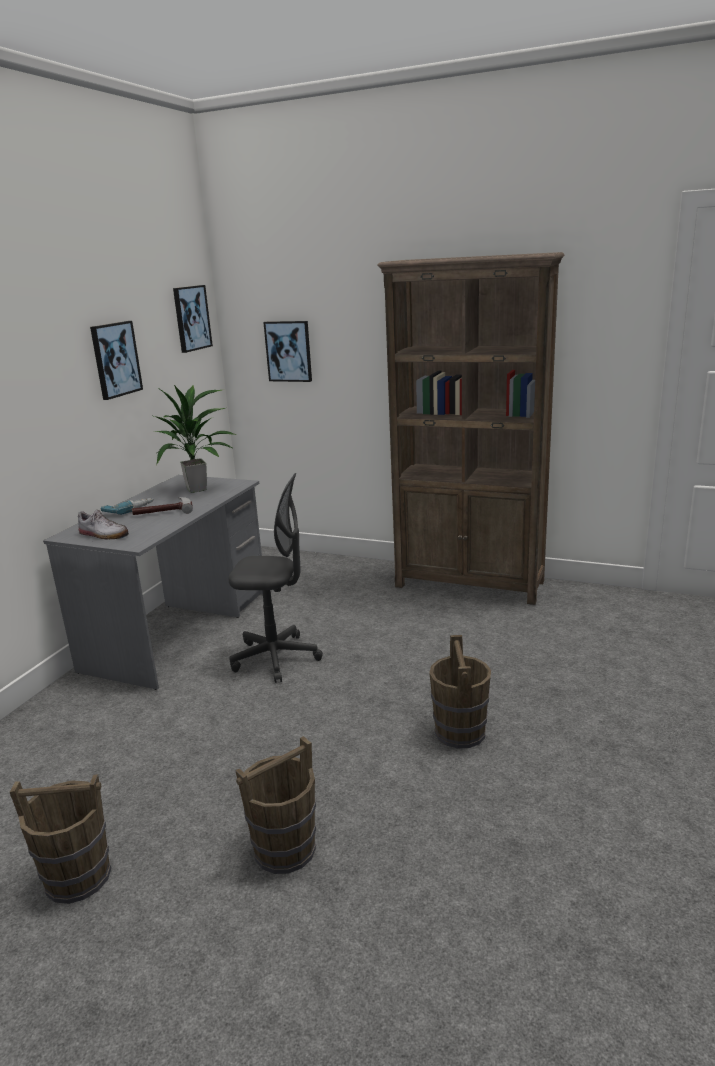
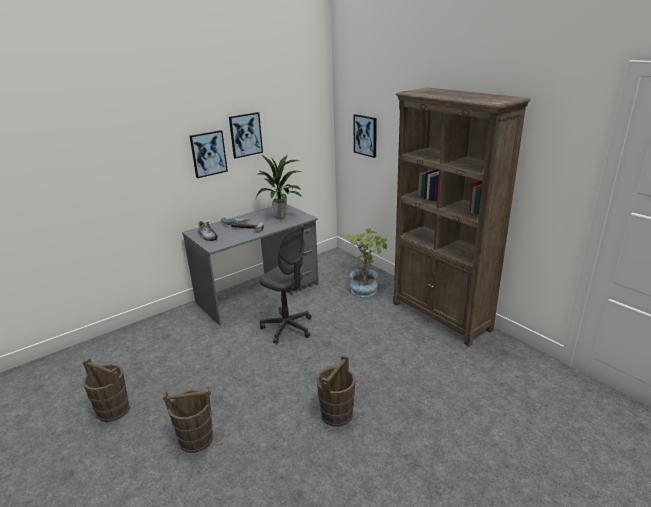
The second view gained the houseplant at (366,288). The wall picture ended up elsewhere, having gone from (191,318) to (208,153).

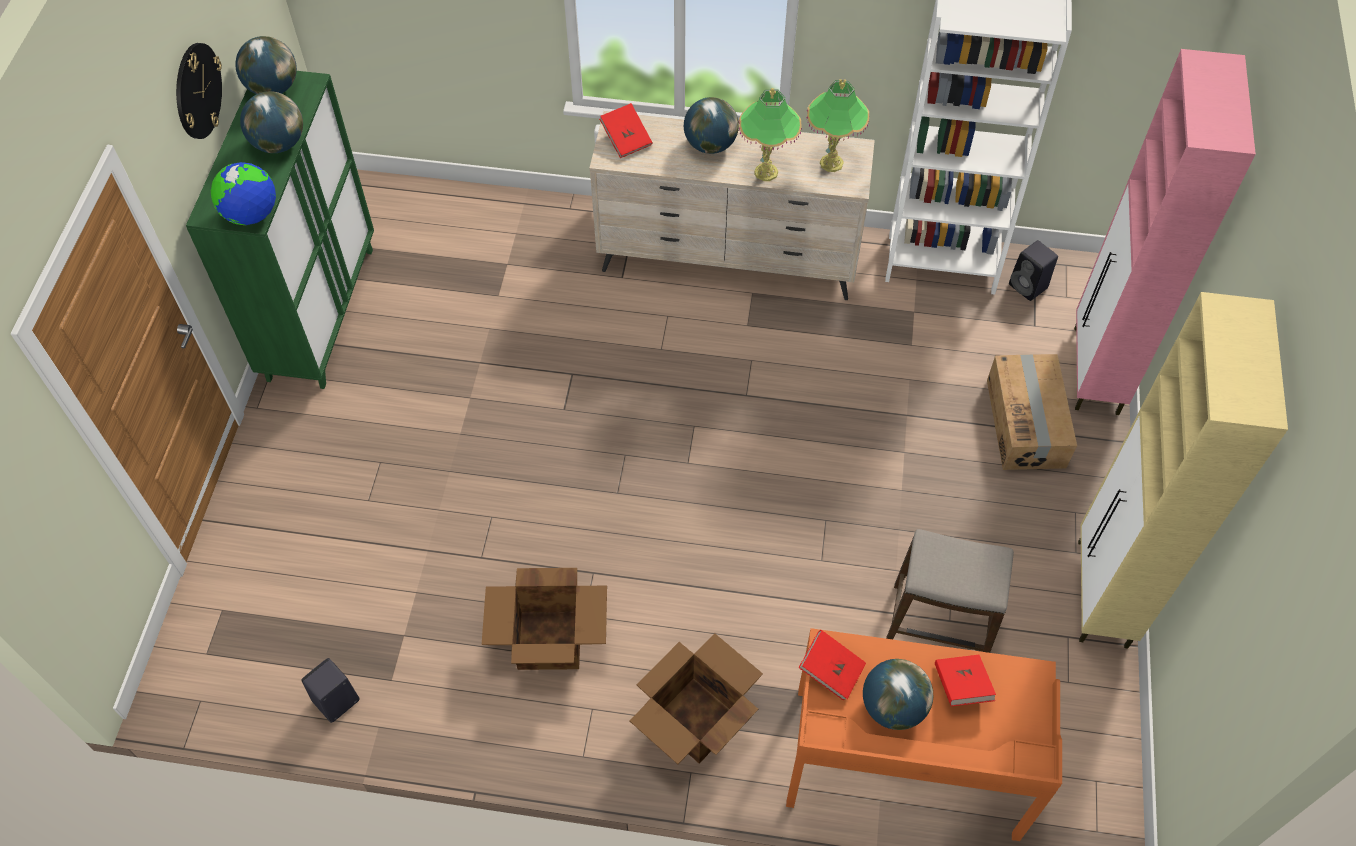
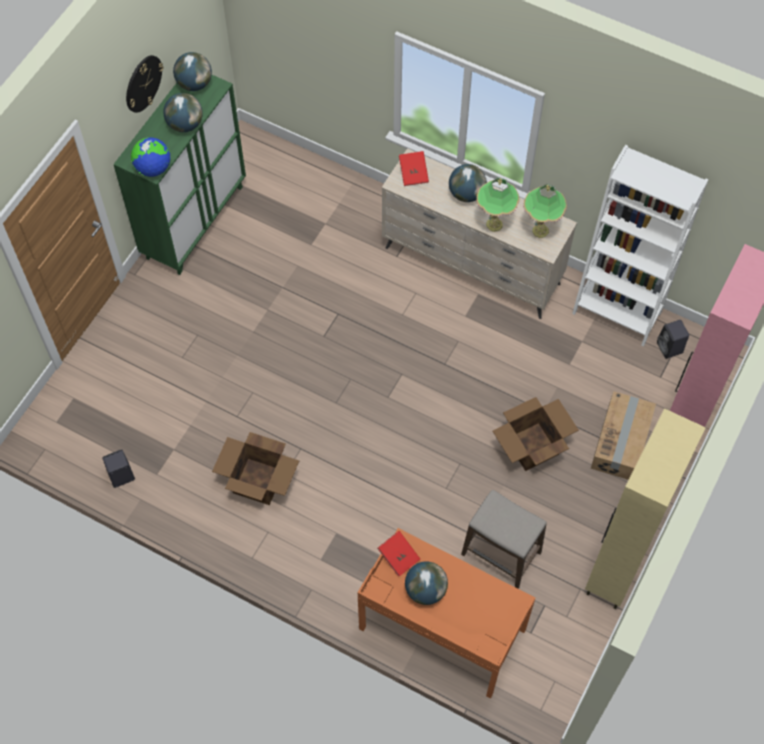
The second view lost the red-coloured volume at (961,686). The cardboard box ended up elsewhere, having gone from (695,720) to (531,446).

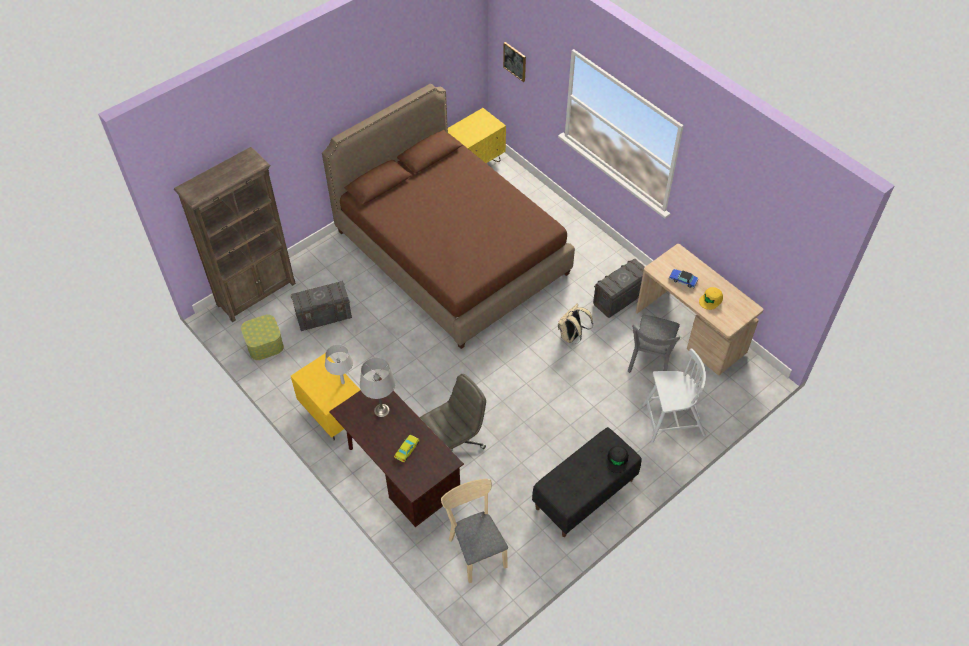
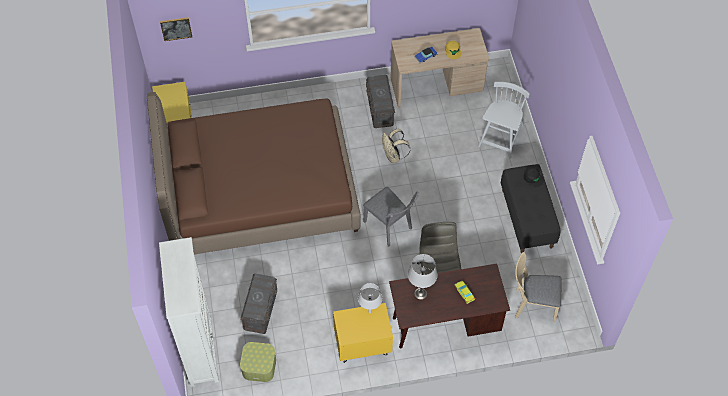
The grey upright chair ended up elsewhere, having gone from (650,362) to (390,227). What was the brown shelving unit at (257,294) turned into the white-coloured shelving unit at (201,350).

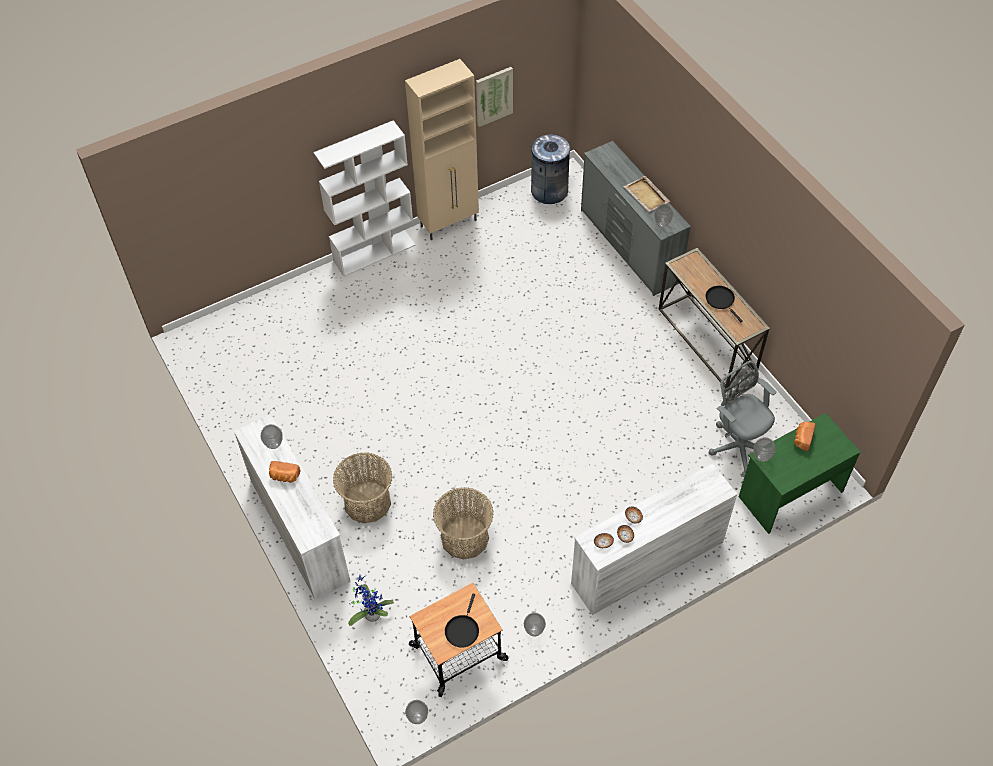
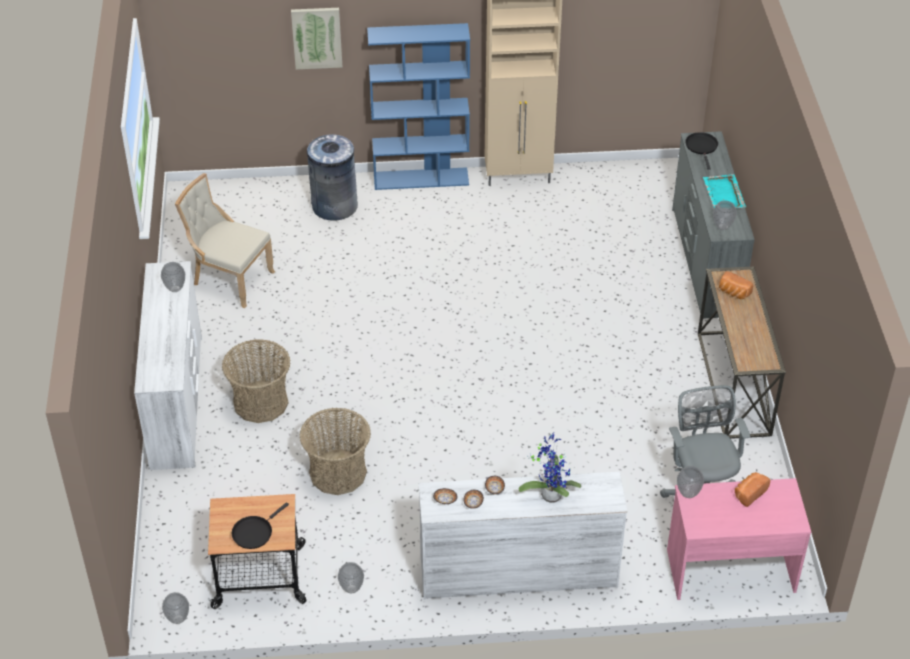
The second view gained the sand-coloured upright chair at (229,279). The bread ended up elsewhere, having gone from (284,477) to (733,293). The houseplant ended up elsewhere, having gone from (371,613) to (550,493). The wall picture ended up elsewhere, having gone from (494,96) to (317,37). The grey rubbish bin ended up elsewhere, having gone from (549,191) to (334,206). The black-coloured frying pan ended up elsewhere, having gone from (721,300) to (702,147). What was the white-coloured shelving unit at (374,253) turned into the bluish shelving unit at (421,178). What was the sand-coloured carrying tray at (646,195) turned into the turquoise-coloured carrying tray at (724,194). What was the green-coloured desk table at (789,493) turned into the pink-coloured desk table at (730,569).

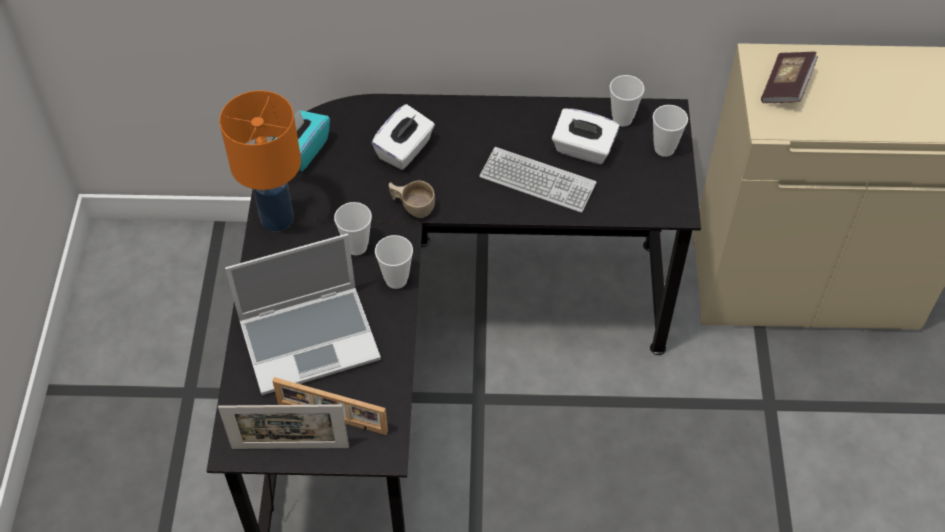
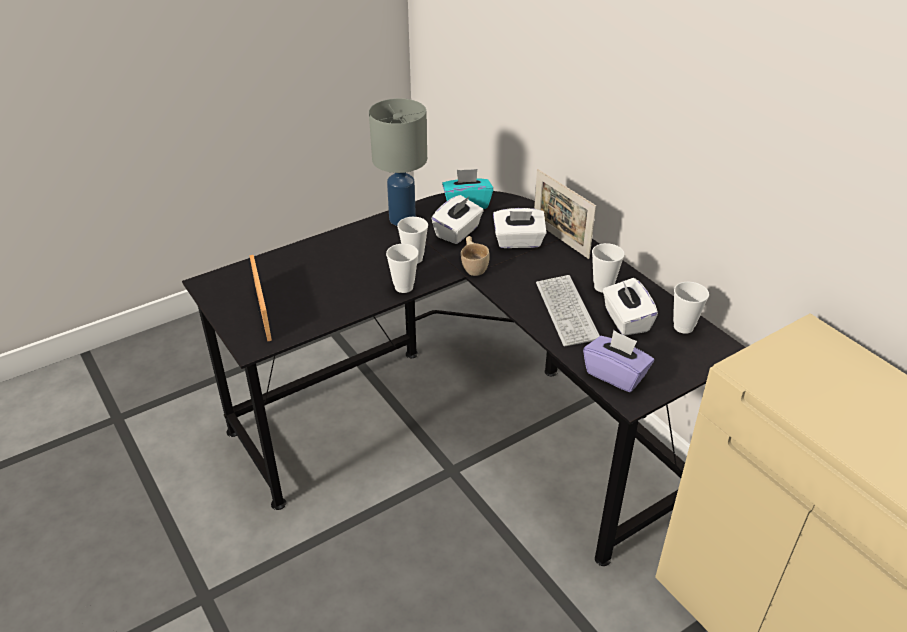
The second view lost the notebook computer at (311,339). The second view lost the volume at (786,87). The second view gained the white-coloured tissue box at (458,232). The second view gained the purplish tissue box at (615,374). The photo frame ended up elsewhere, having gone from (290,447) to (560,239). The drinking cup ended up elsewhere, having gone from (664,149) to (603,287). What was the orange tabletop lamp at (276,217) turned into the grey tabletop lamp at (402,218).

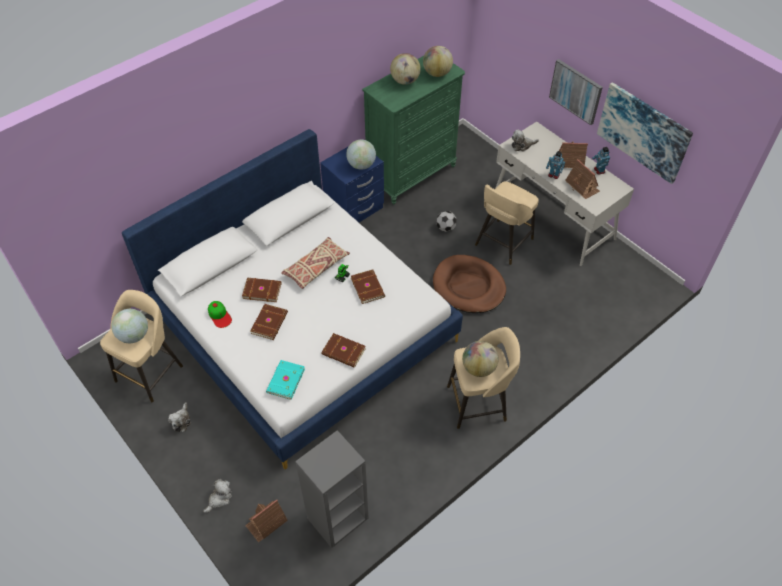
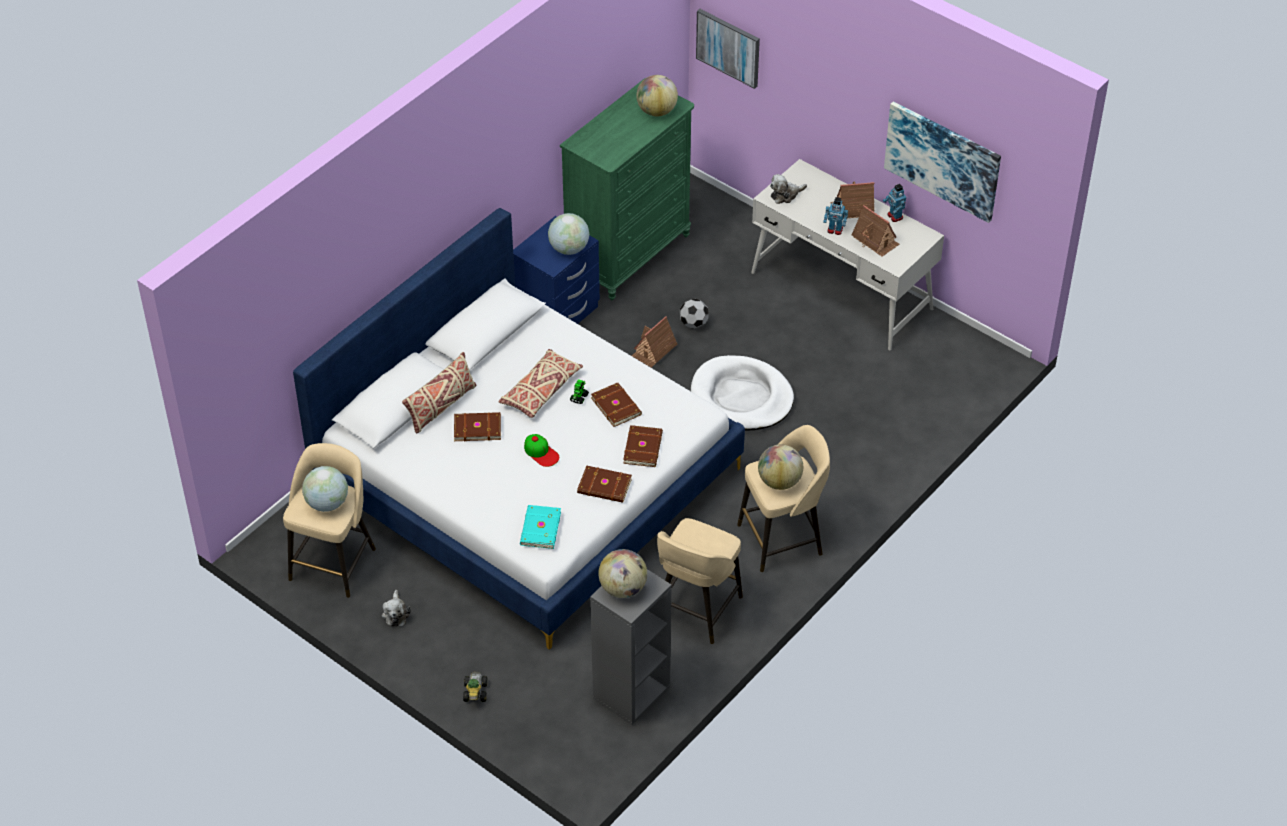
The second view gained the sand-coloured cushion at (441,407). The peaked cap ended up elsewhere, having gone from (219,315) to (541,452). The toy house ended up elsewhere, having gone from (266,522) to (654,350). The brown volume ended up elsewhere, having gone from (270,323) to (644,448). The world globe ended up elsewhere, having gone from (405,81) to (623,588). The sand-coloured stool ended up elsewhere, having gone from (502,243) to (696,610). The wall picture ended up elsewhere, having gone from (576,91) to (728,47). Where the soft toy stood at (219,499), the miniature car came to stand at (474,693). What was the brown dog bed at (468,286) turned into the white-coloured dog bed at (741,397).

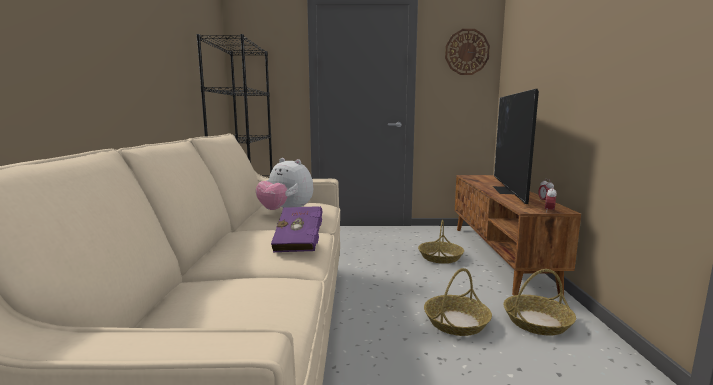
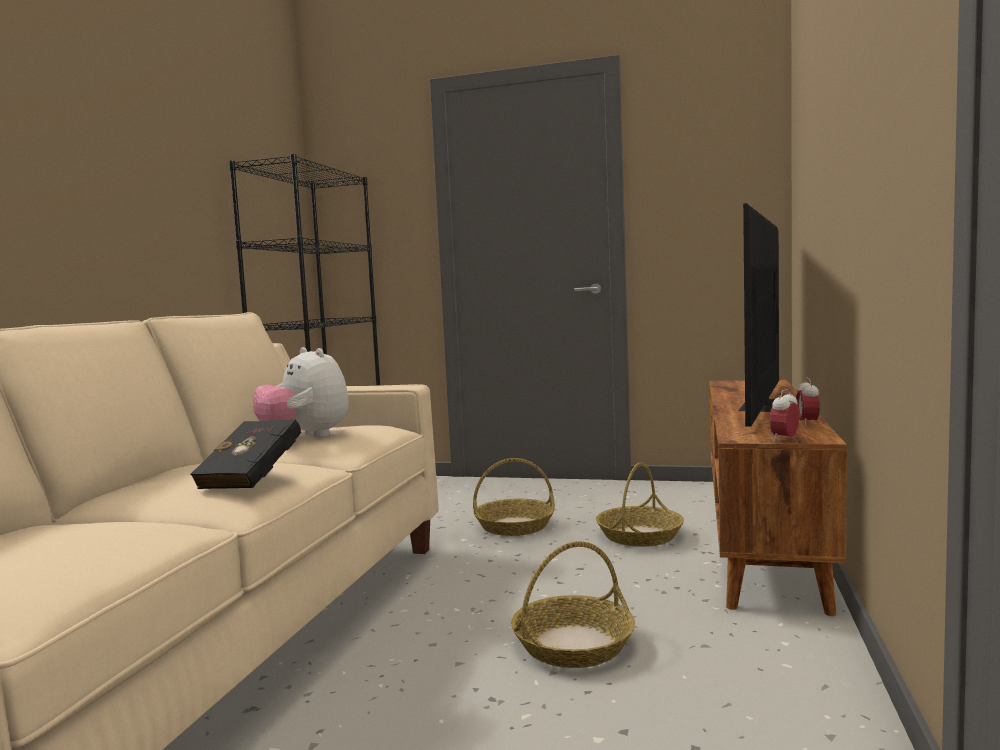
The second view lost the hanging clock at (467,52). The basket ended up elsewhere, having gone from (537,322) to (514,526). What was the purplish volume at (300,243) turned into the black-coloured volume at (255,478).

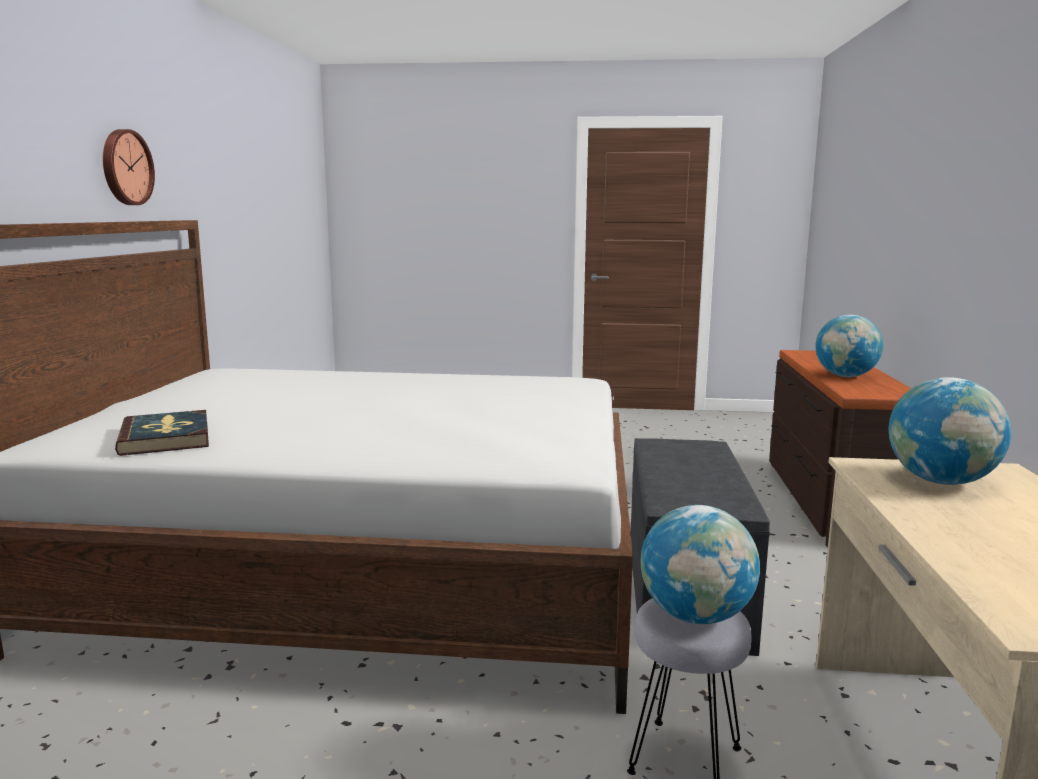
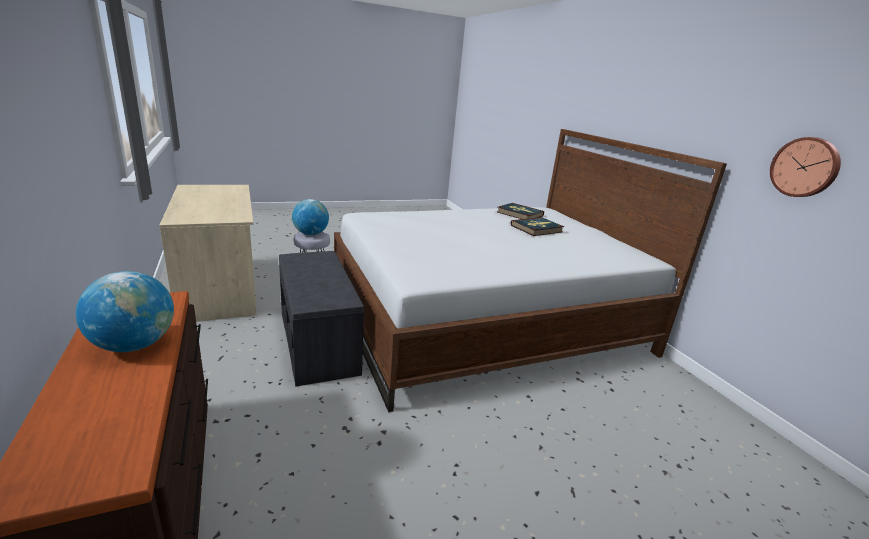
The second view lost the world globe at (941,481). The second view gained the volume at (537,229). The hanging clock ended up elsewhere, having gone from (125,167) to (805,167).

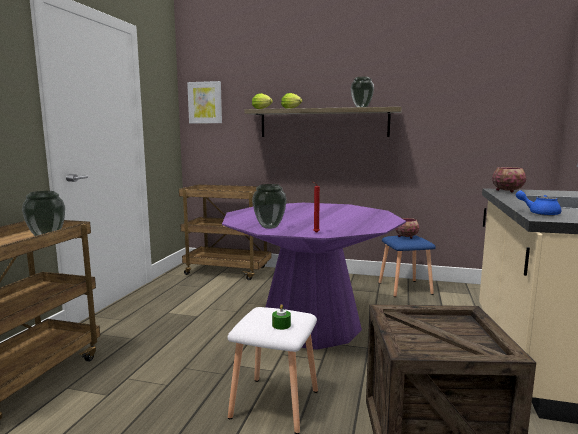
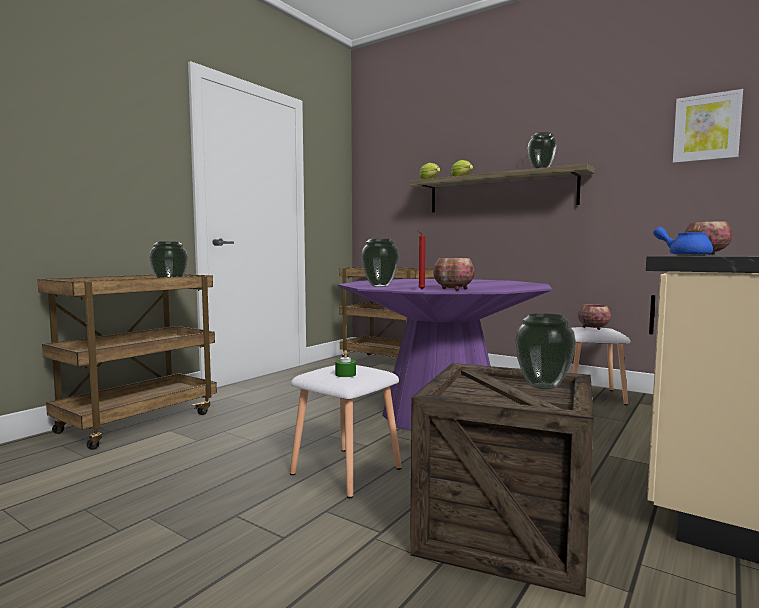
The second view gained the bowl at (454,289). The second view gained the vase at (544,386). The wall picture ended up elsewhere, having gone from (205,102) to (706,127). What was the bluish stool at (405,288) turned into the white-coloured stool at (593,396).

